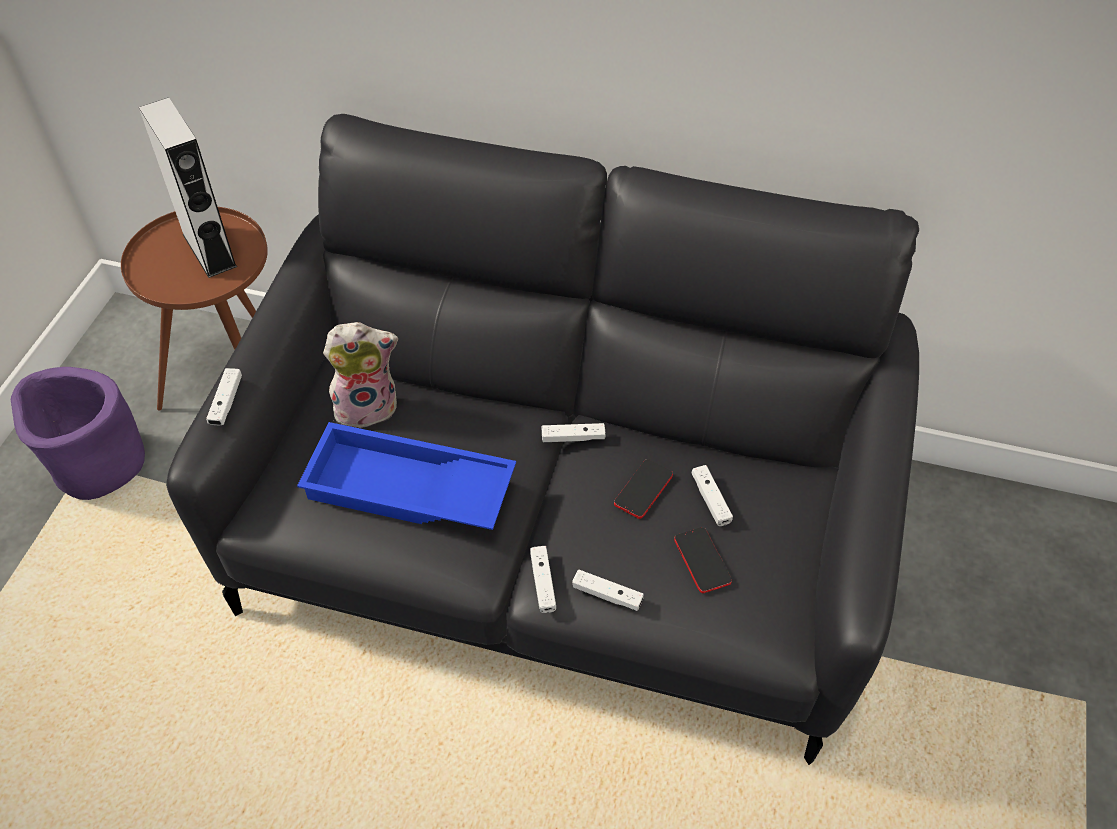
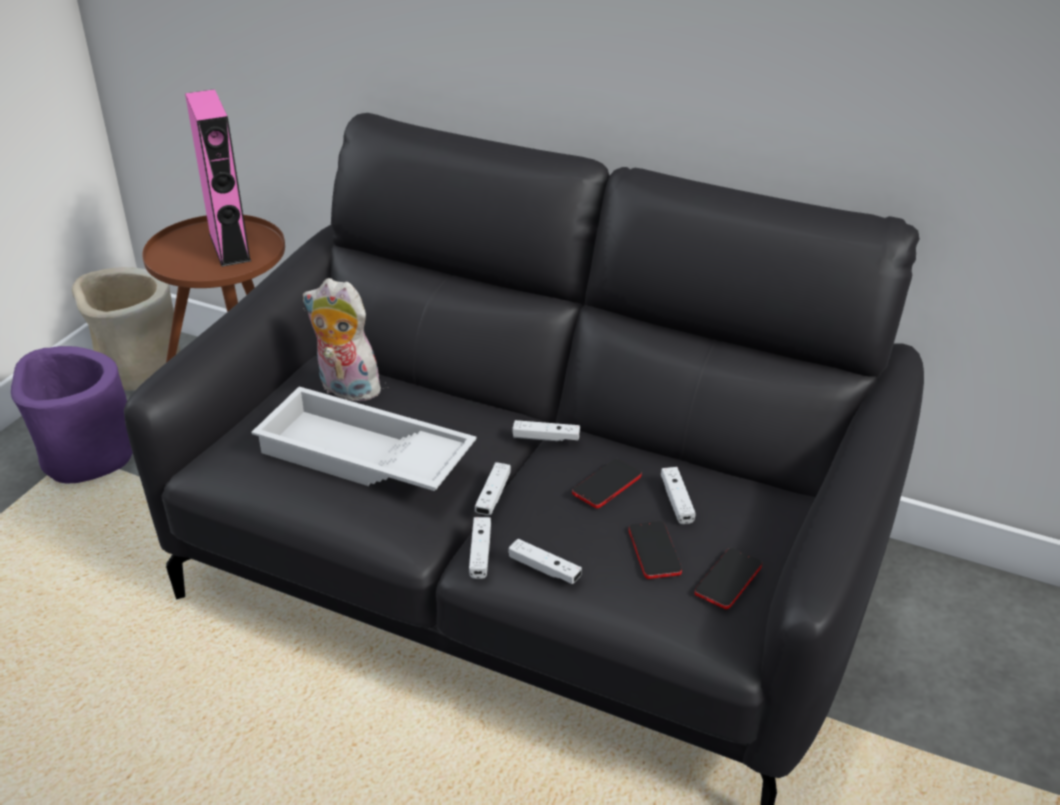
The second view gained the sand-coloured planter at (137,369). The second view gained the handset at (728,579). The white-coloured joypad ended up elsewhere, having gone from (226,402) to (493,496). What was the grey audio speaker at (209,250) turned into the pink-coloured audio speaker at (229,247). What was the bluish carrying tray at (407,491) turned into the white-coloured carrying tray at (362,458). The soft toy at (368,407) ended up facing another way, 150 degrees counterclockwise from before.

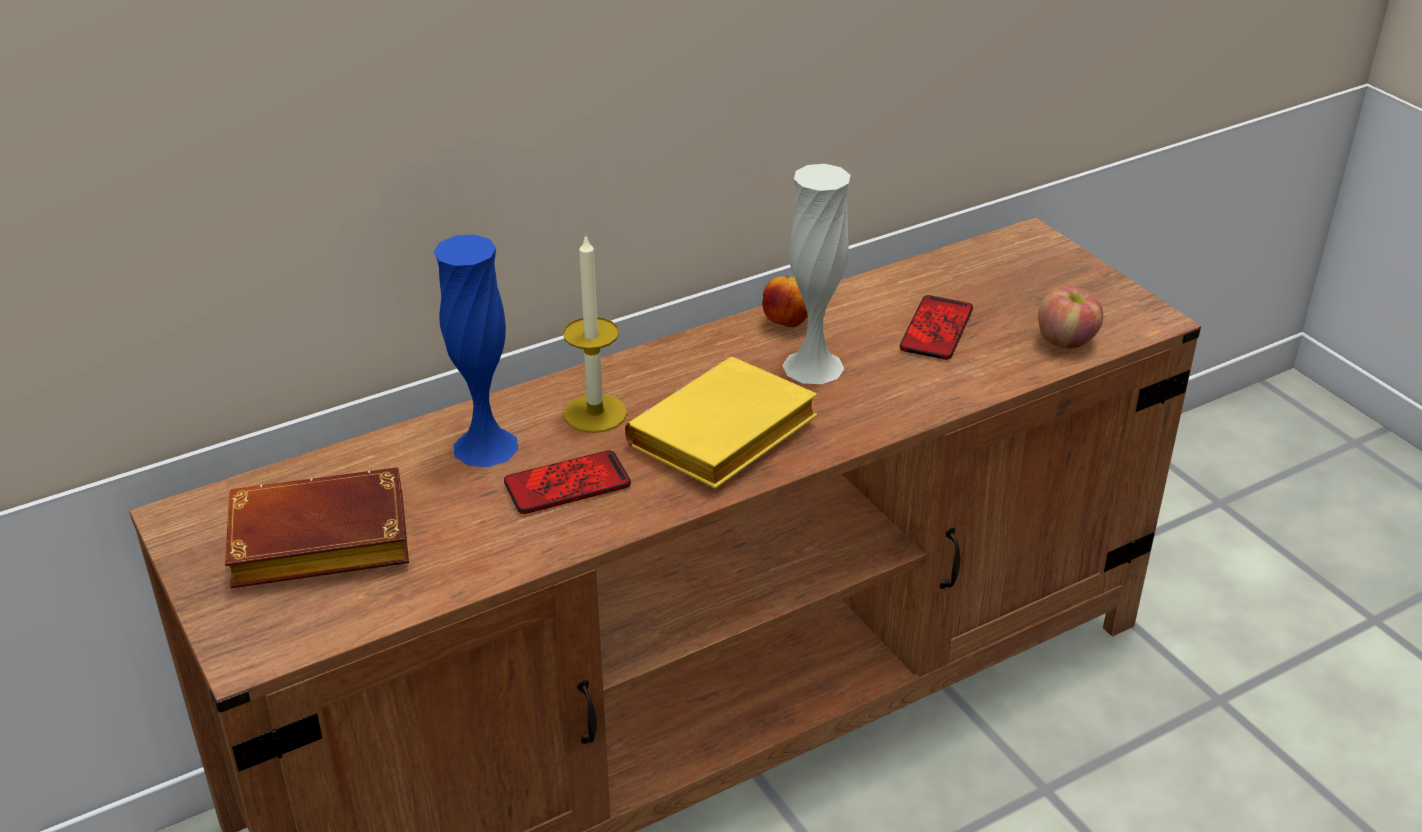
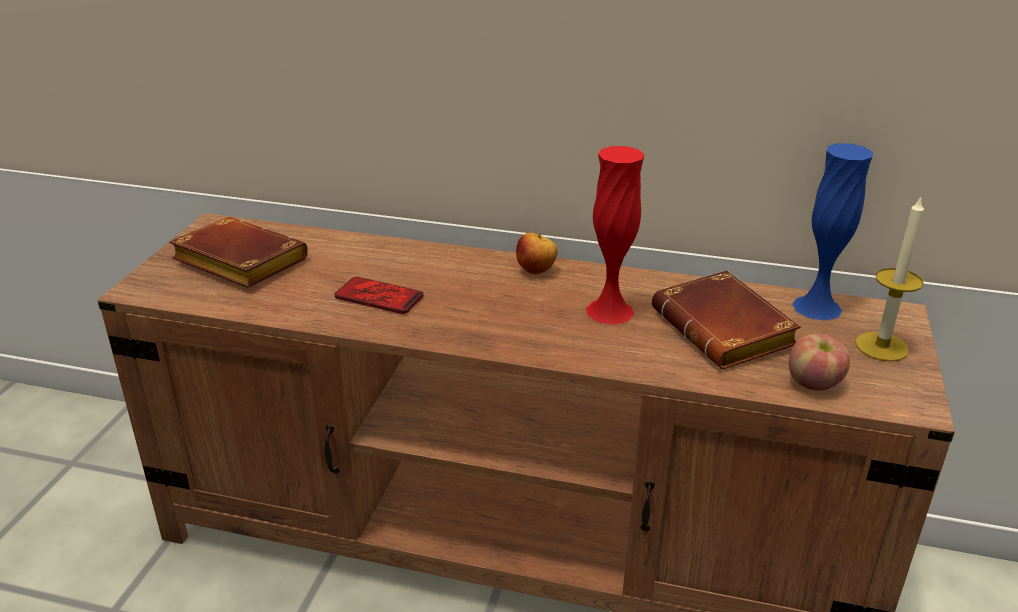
The second view lost the yellow volume at (723,439). The bluish vase ended up elsewhere, having gone from (485,446) to (817,307). The candle ended up elsewhere, having gone from (595,413) to (881,346). The whole apple ended up elsewhere, having gone from (788,323) to (536,271). Where the handset stood at (936,329), the brown volume came to stand at (727,331). What was the white-coloured vase at (813,366) turned into the red-coloured vase at (609,311).

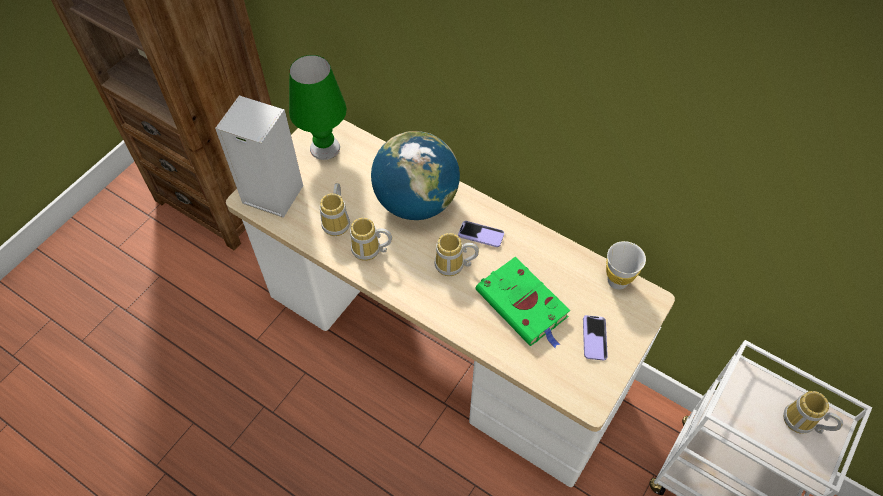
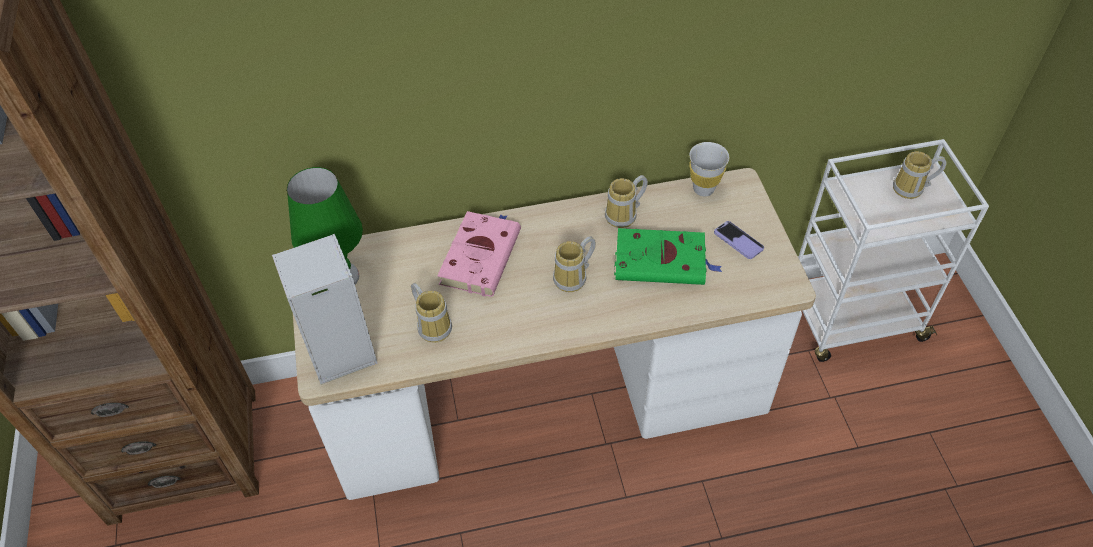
The second view lost the handset at (481,235). The mug ended up elsewhere, having gone from (370,251) to (625,216). Where the world globe stood at (416,202), the pink-coloured volume came to stand at (480,255).

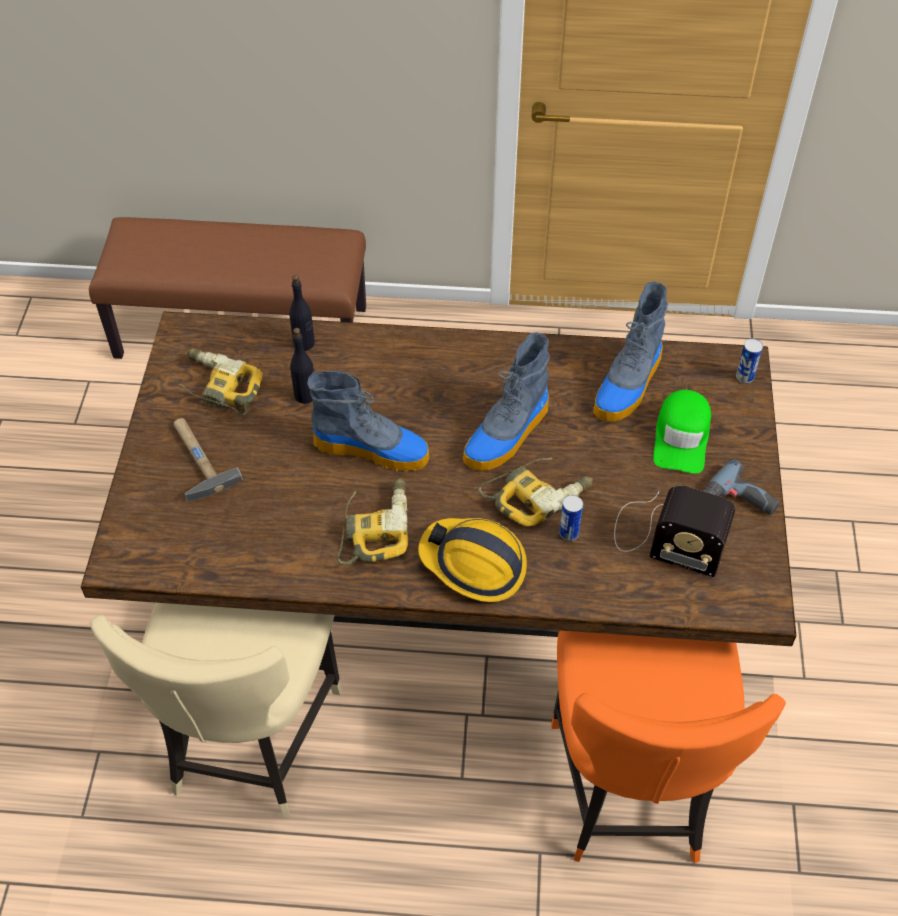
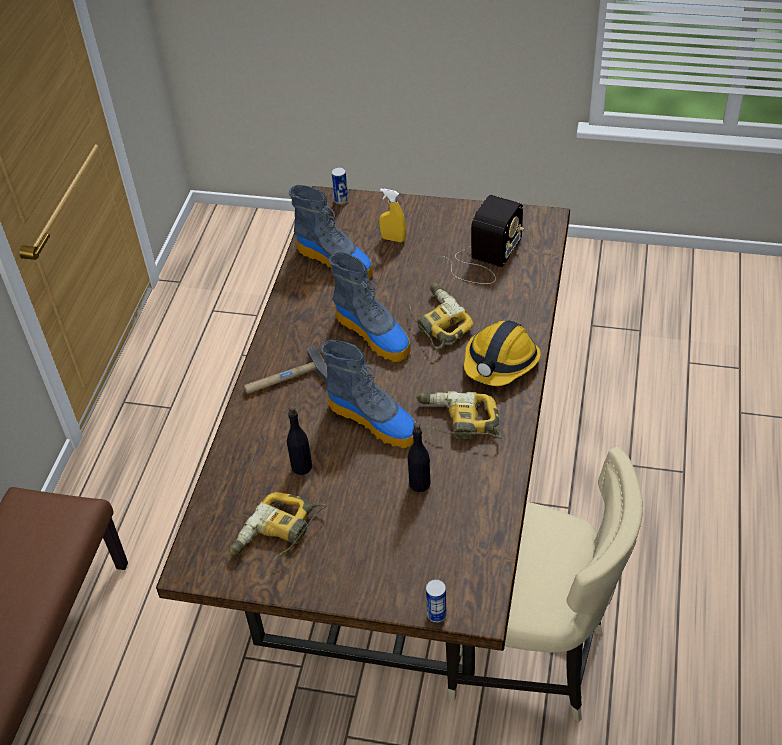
The second view lost the orange upright chair at (630,793). The second view lost the power drill at (737,502). The hand hammer ended up elsewhere, having gone from (196,459) to (286,380). The black-coloured drink bottle ended up elsewhere, having gone from (304,343) to (420,483). The metal can ended up elsewhere, having gone from (569,533) to (436,615). Where the green-coloured peaked cap stood at (681,437), the yellow hand sprayer came to stand at (393,239). The tall boot at (372,449) ended up facing another way, 105 degrees clockwise from before.

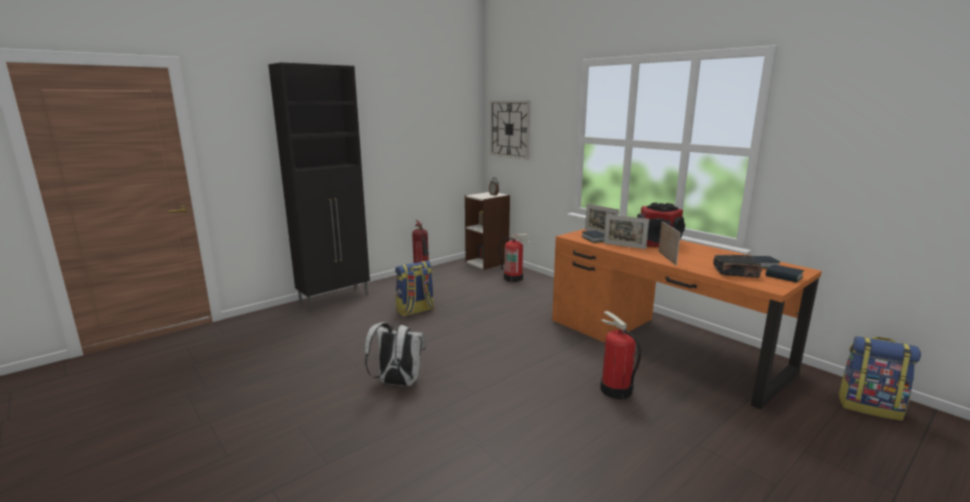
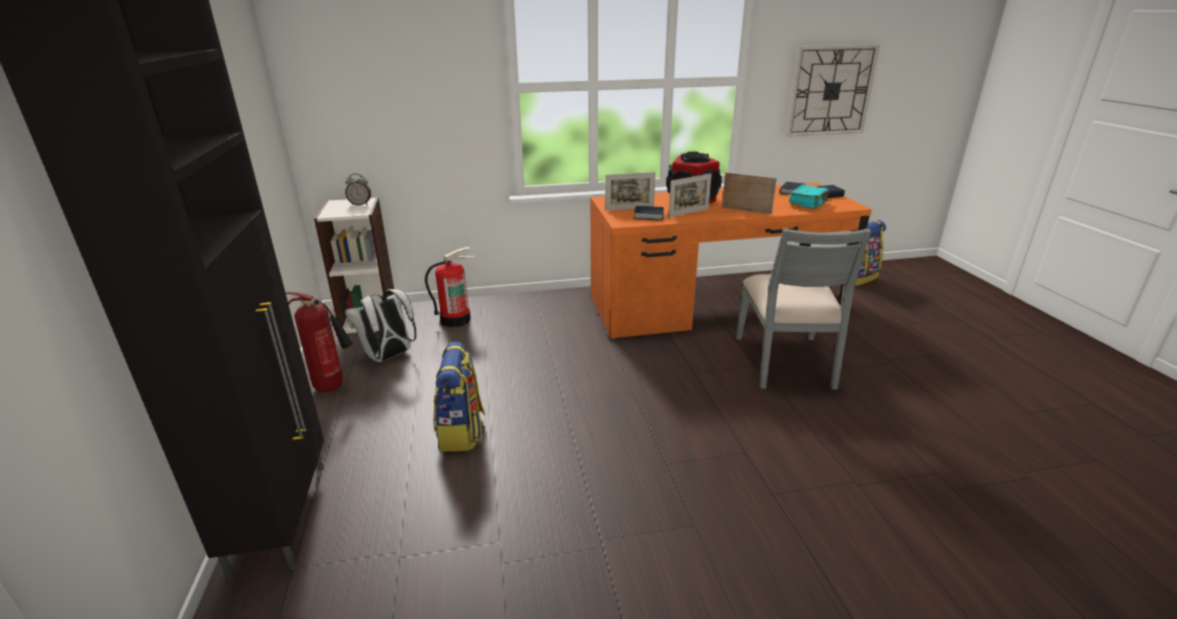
The white-coloured knapsack ended up elsewhere, having gone from (397,383) to (389,356). The hanging clock ended up elsewhere, having gone from (510,129) to (830,91). Where the fire extinguisher stood at (615,390), the grey upright chair came to stand at (785,361). What was the black-coloured volume at (736,273) turned into the turquoise-coloured volume at (808,204).

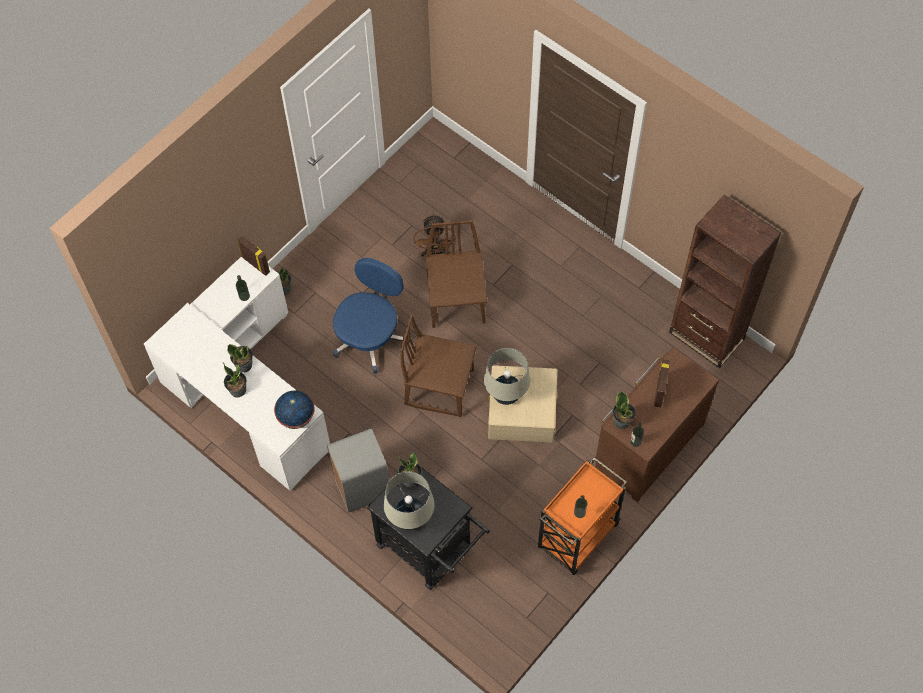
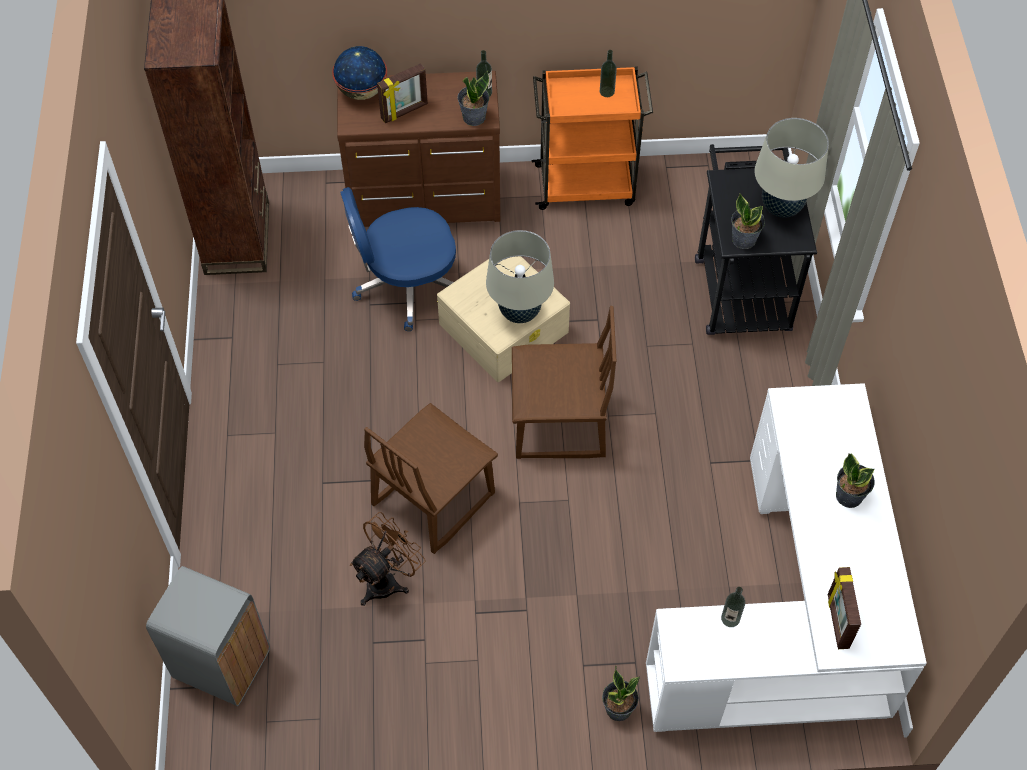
The second view lost the houseplant at (244,365). The photo frame ended up elsewhere, having gone from (256,264) to (837,621). The world globe ended up elsewhere, having gone from (296,418) to (362,91). The grey rubbish bin ended up elsewhere, having gone from (363,488) to (222,663). The bluish computer chair ended up elsewhere, having gone from (370,337) to (406,285). The brown upright chair at (439,386) ended up facing another way, 60 degrees counterclockwise from before.

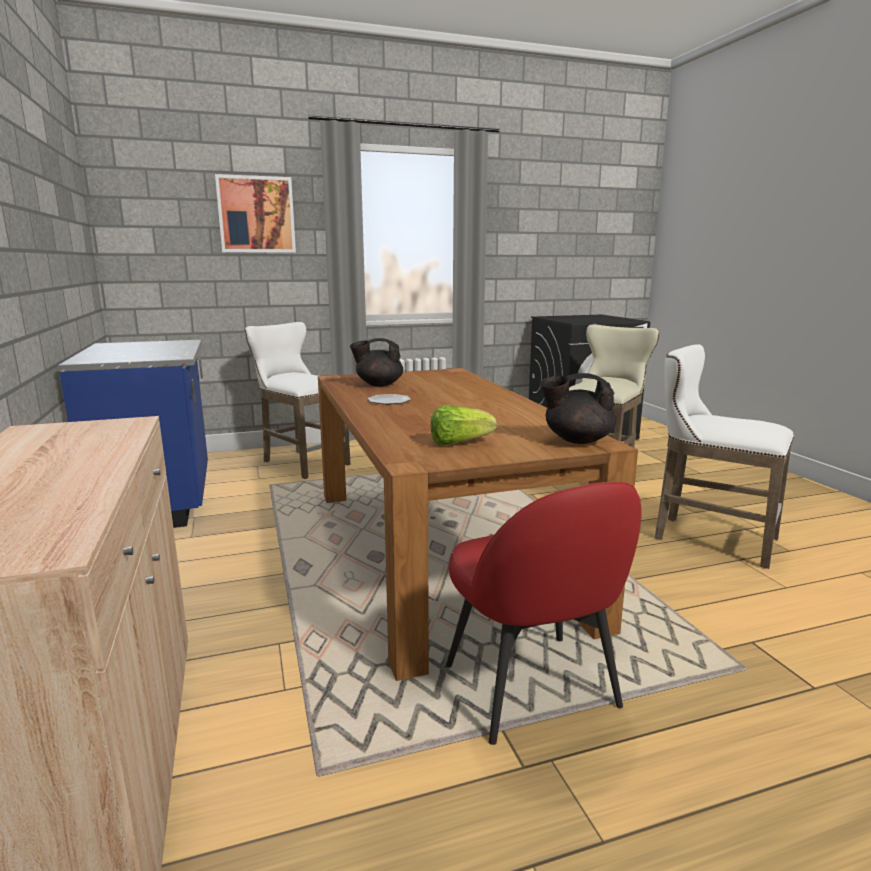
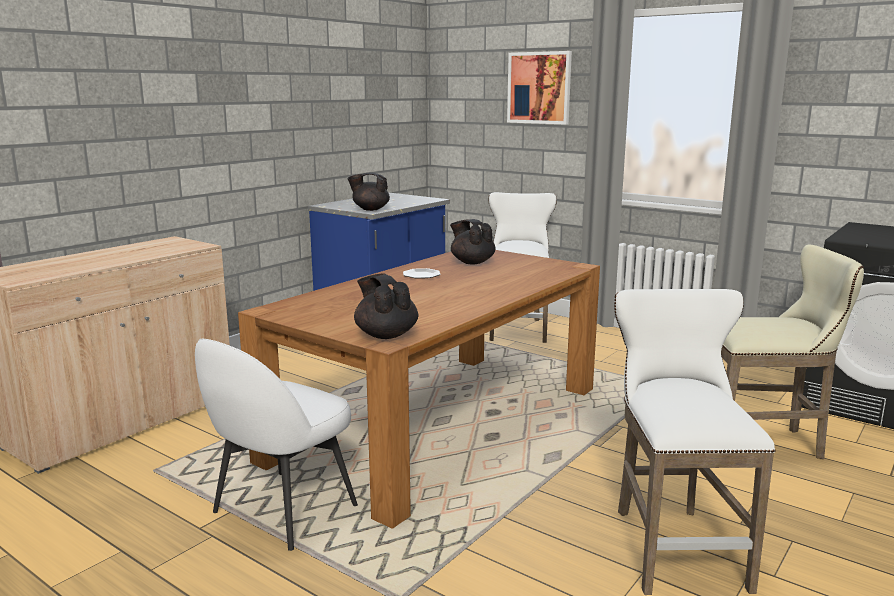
The second view lost the lettuce at (459,443). The second view gained the black-coloured teapot at (370,209). What was the red-coloured upright chair at (532,689) turned into the white-coloured upright chair at (282,511).

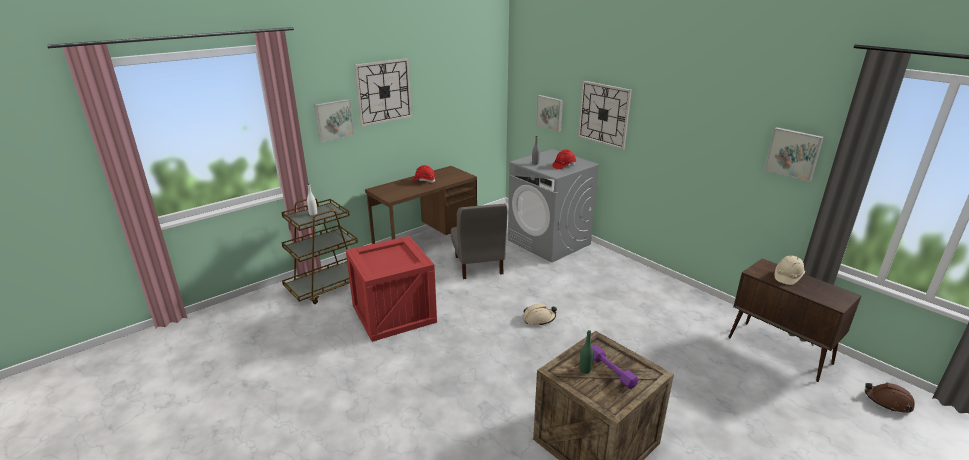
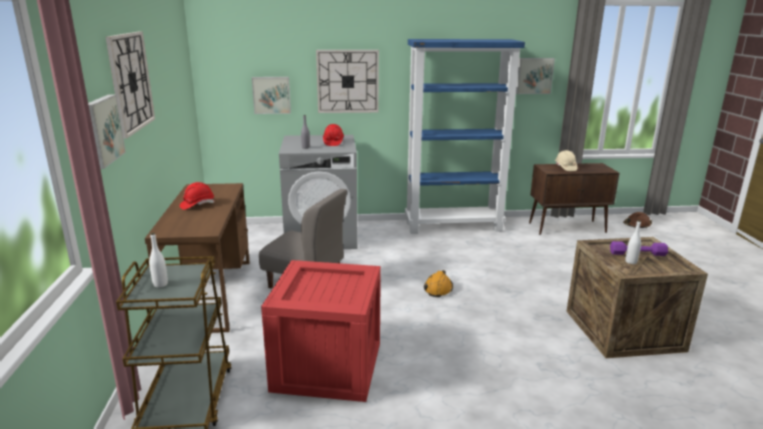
The second view gained the bluish shelving unit at (454,226). What was the sand-coloured work helmet at (539,318) turned into the orange work helmet at (438,289). What was the green-coloured drink bottle at (585,370) turned into the white-coloured drink bottle at (631,262).

